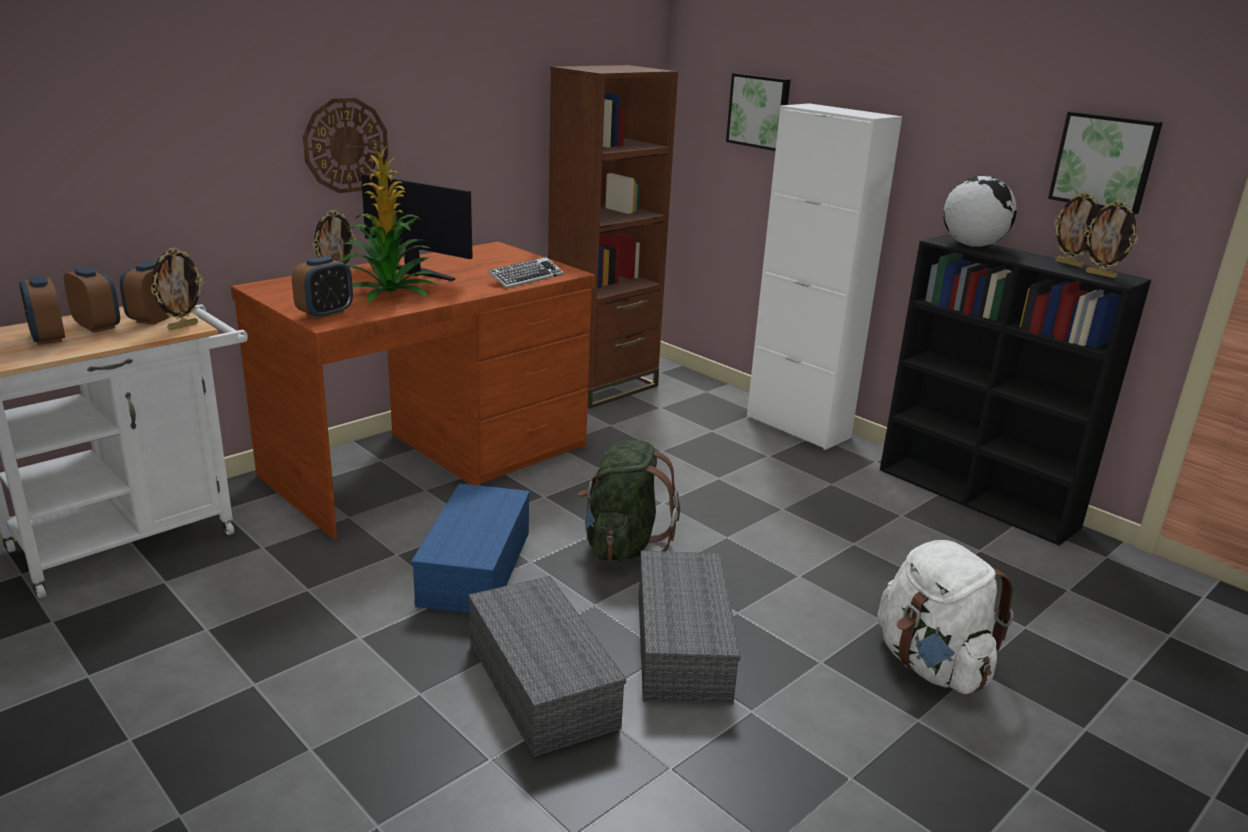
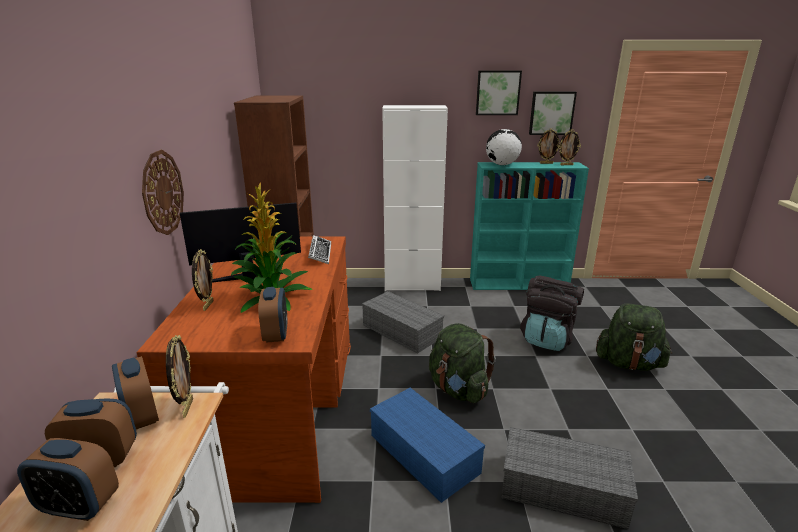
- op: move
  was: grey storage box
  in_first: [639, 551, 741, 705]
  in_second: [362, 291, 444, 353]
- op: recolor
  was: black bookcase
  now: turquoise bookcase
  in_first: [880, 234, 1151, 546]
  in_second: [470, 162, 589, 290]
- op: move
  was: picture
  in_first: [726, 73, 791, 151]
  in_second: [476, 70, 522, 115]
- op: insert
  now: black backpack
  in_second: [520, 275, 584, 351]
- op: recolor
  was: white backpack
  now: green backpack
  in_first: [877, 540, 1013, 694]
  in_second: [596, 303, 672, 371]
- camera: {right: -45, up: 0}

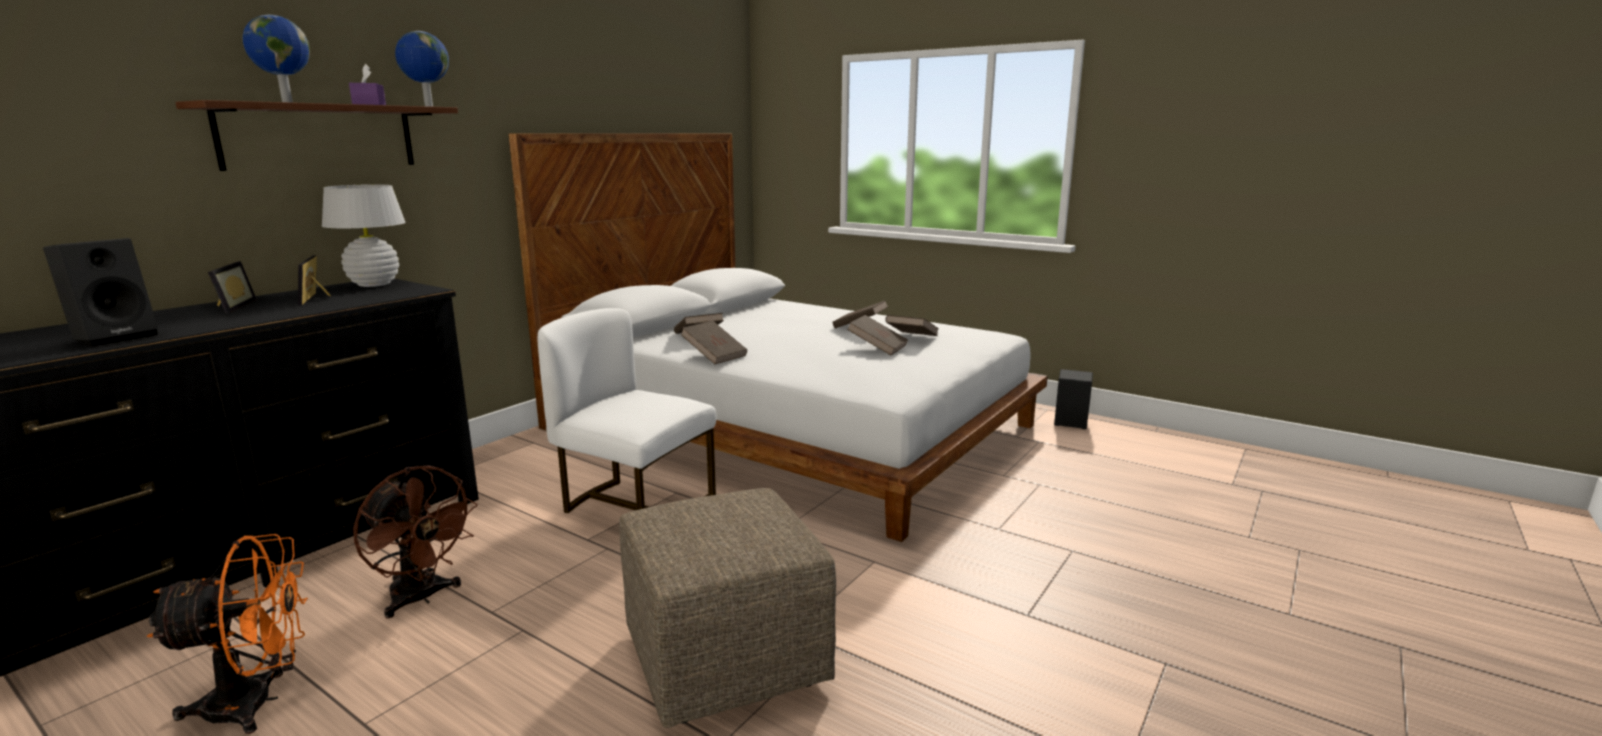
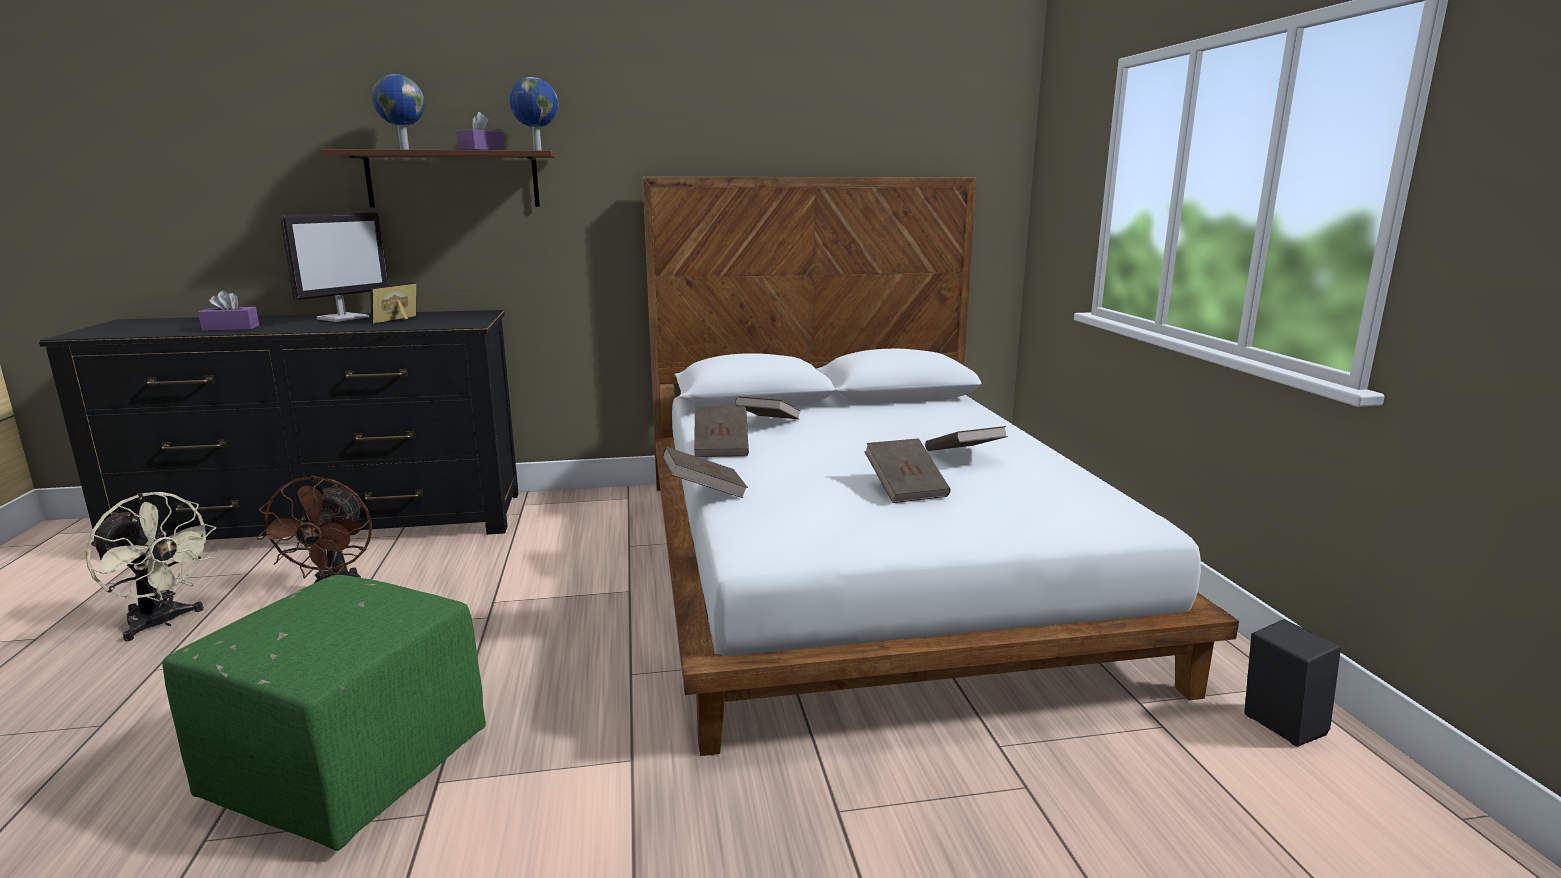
- op: recolor
  was: orange fan
  now: beige fan
  in_first: [147, 534, 308, 734]
  in_second: [86, 492, 216, 641]
- op: recolor
  was: beige ottoman
  now: green ottoman
  in_first: [619, 488, 836, 728]
  in_second: [162, 575, 486, 851]
- op: replace
  was: black speaker
  now: purple tissue box
  in_first: [43, 238, 158, 347]
  in_second: [198, 290, 259, 331]
- op: replace
  was: picture frame
  now: monitor
  in_first: [208, 261, 257, 314]
  in_second: [280, 212, 388, 322]
- op: move
  was: brown book
  in_first: [885, 315, 939, 336]
  in_second: [662, 447, 748, 498]
- op: delete
  was: white table lamp
  in_first: [322, 184, 406, 287]
- op: delete
  was: white chair
  in_first: [538, 308, 716, 513]
- camera: {right: 45, up: 0}

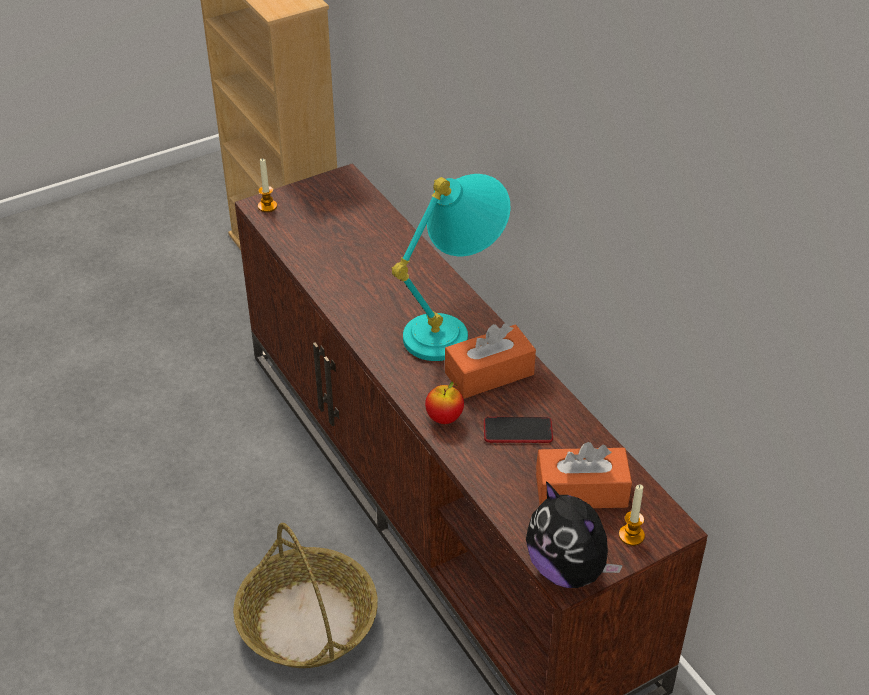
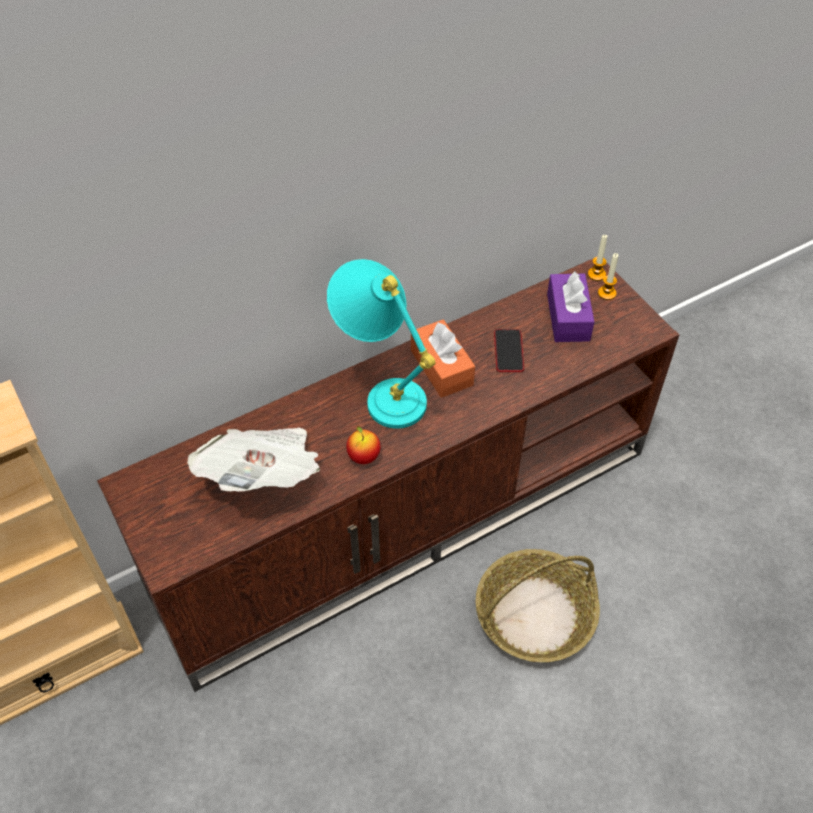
- op: insert
  now: newspaper
  in_second: [187, 428, 320, 492]
- op: move
  was: apple
  in_first: [425, 381, 464, 424]
  in_second: [346, 426, 381, 464]
- op: recolor
  was: orange tissue box
  now: purple tissue box
  in_first: [536, 442, 632, 508]
  in_second: [547, 271, 594, 342]
- op: move
  was: candle
  in_first: [258, 158, 277, 212]
  in_second: [588, 235, 607, 281]
- op: delete
  was: plush toy
  in_first: [526, 481, 623, 588]
- camera: {right: -90, up: 10}

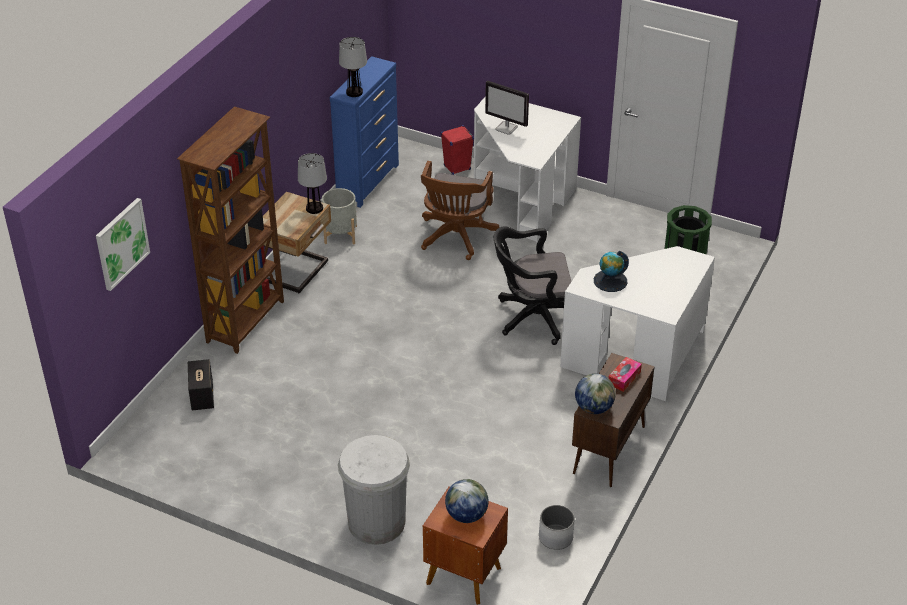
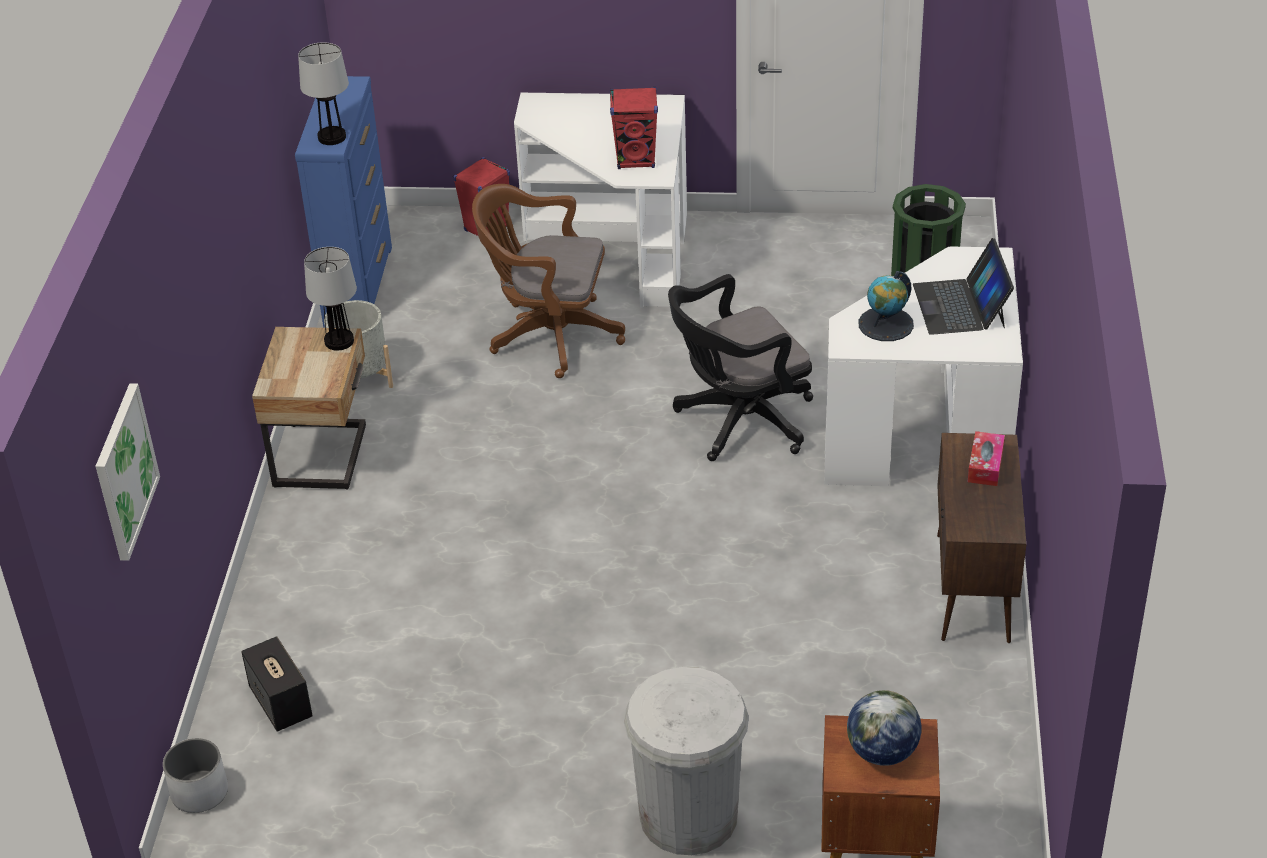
- op: move
  was: white planter
  in_first: [539, 505, 575, 550]
  in_second: [163, 738, 228, 813]
- op: rotate
  was: brown office chair
  in_first: [421, 161, 499, 260]
  in_second: [472, 184, 625, 378]
  clockwise: 105
- op: insert
  now: red speaker
  in_second: [610, 87, 658, 169]
- op: insert
  now: laptop
  in_second: [913, 238, 1014, 335]
- op: delete
  was: brown bookcase
  in_first: [177, 106, 284, 354]
- op: delete
  was: monitor
  in_first: [485, 80, 529, 135]
- op: delete
  was: globe
  in_first: [575, 374, 616, 414]
- camera: {right: -20, up: 0}

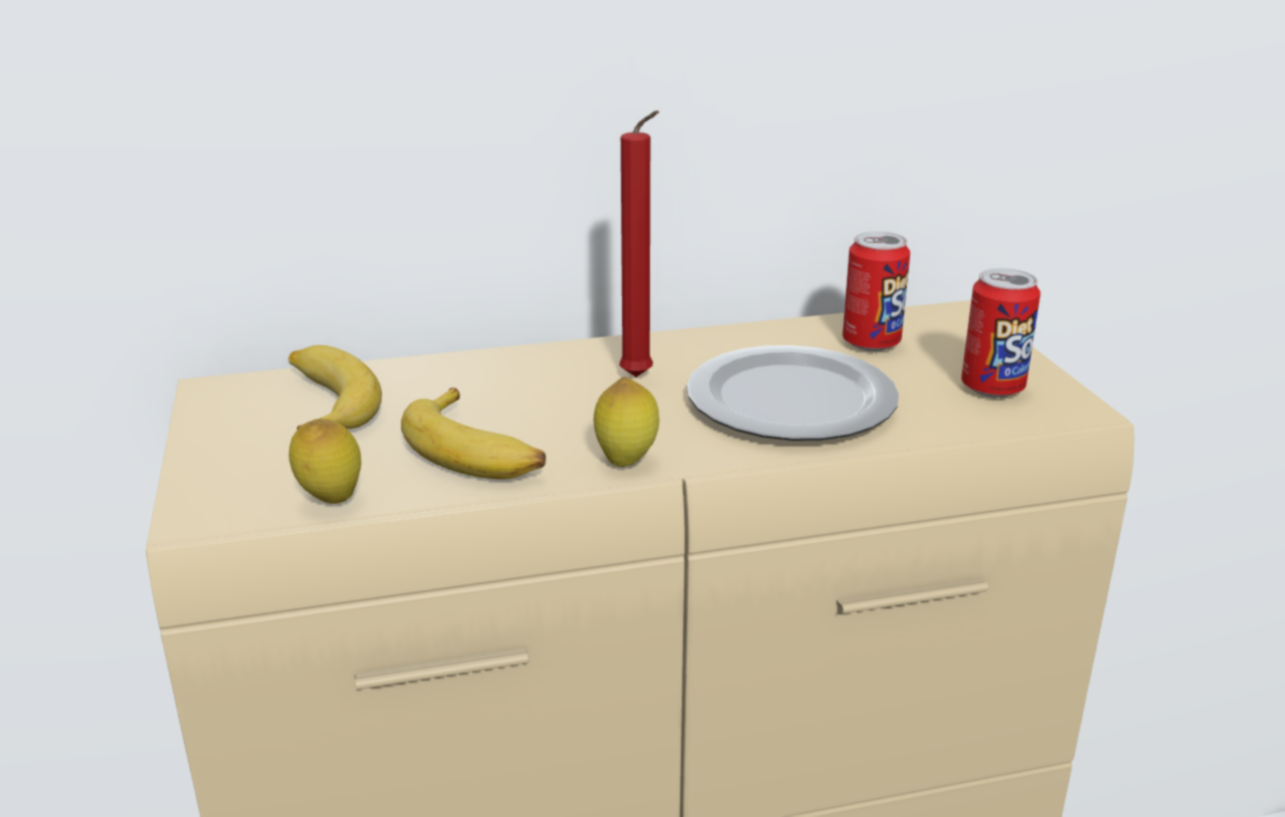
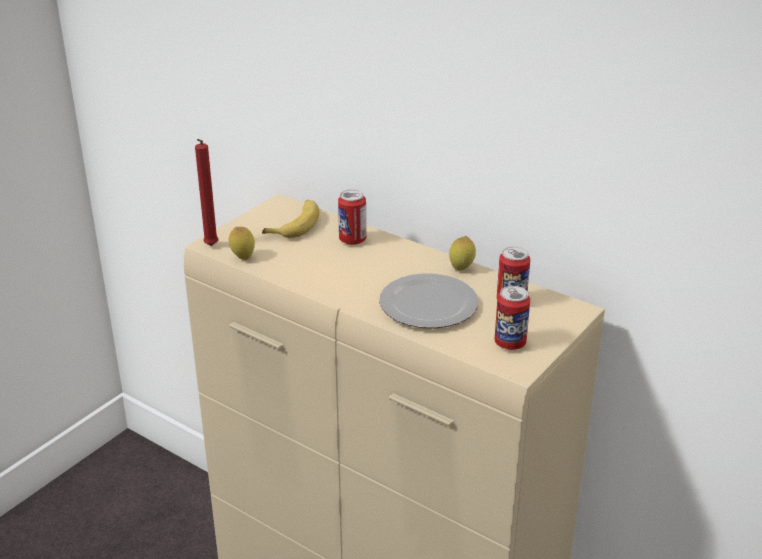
- op: move
  was: red candle
  in_first: [619, 110, 659, 377]
  in_second: [195, 139, 218, 246]
- op: insert
  now: can
  in_second: [338, 189, 366, 245]
- op: move
  was: lemon
  in_first: [594, 377, 659, 467]
  in_second: [449, 236, 476, 270]
- op: delete
  was: banana
  in_first: [401, 388, 546, 479]
- camera: {right: 50, up: 5}

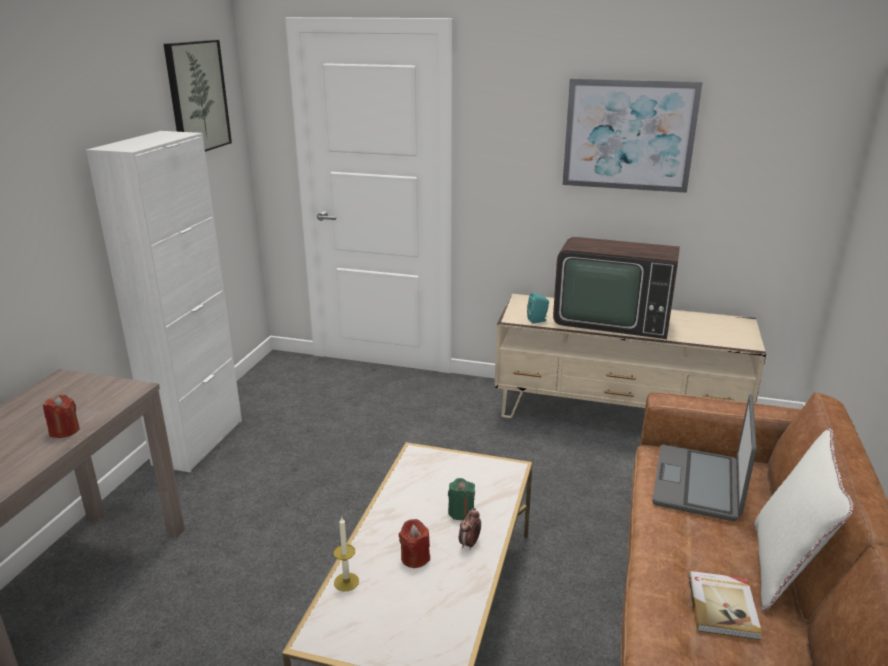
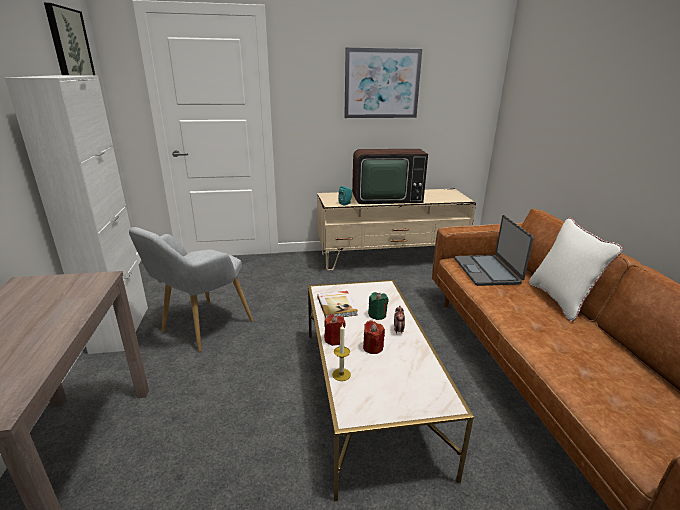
- op: insert
  now: grey armchair
  in_second: [129, 227, 253, 352]
- op: move
  was: book
  in_first: [688, 571, 762, 640]
  in_second: [317, 291, 358, 318]
- op: move
  was: red candle
  in_first: [43, 395, 80, 438]
  in_second: [324, 315, 345, 346]
- camera: {right: -25, up: 0}

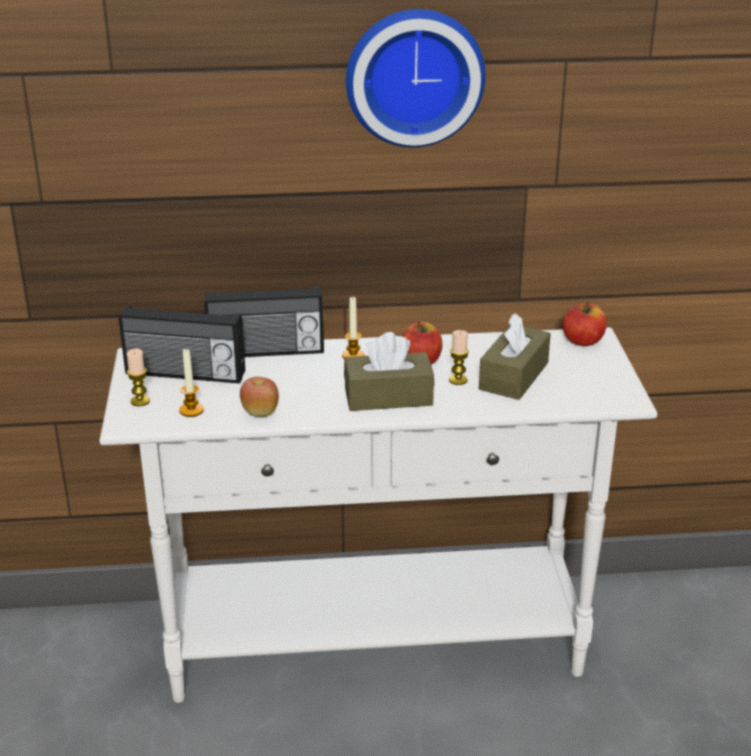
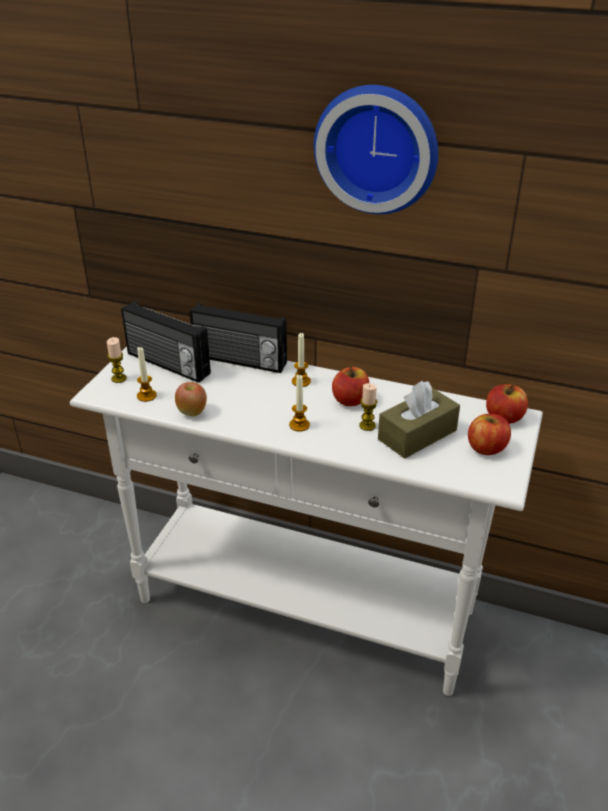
- op: replace
  was: brown tissue box
  now: candle
  in_first: [344, 332, 434, 411]
  in_second: [289, 374, 310, 432]
- op: insert
  now: apple
  in_second: [468, 414, 511, 455]
- camera: {right: 25, up: 5}

